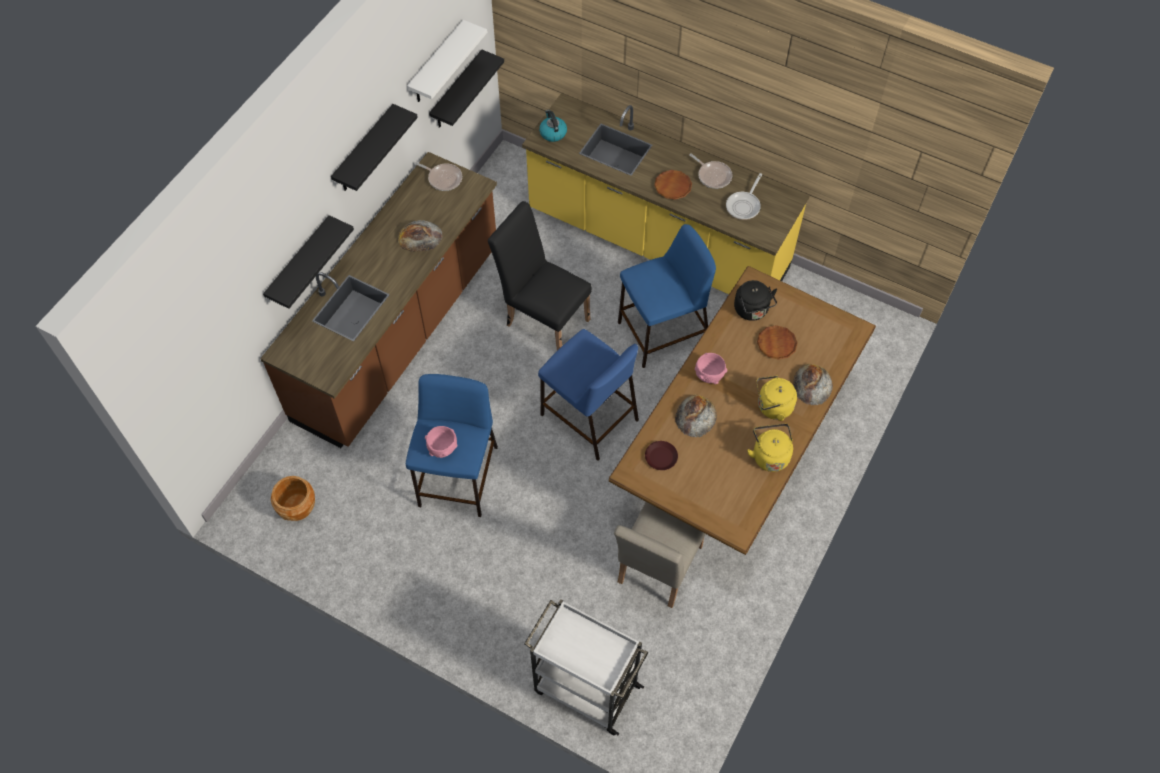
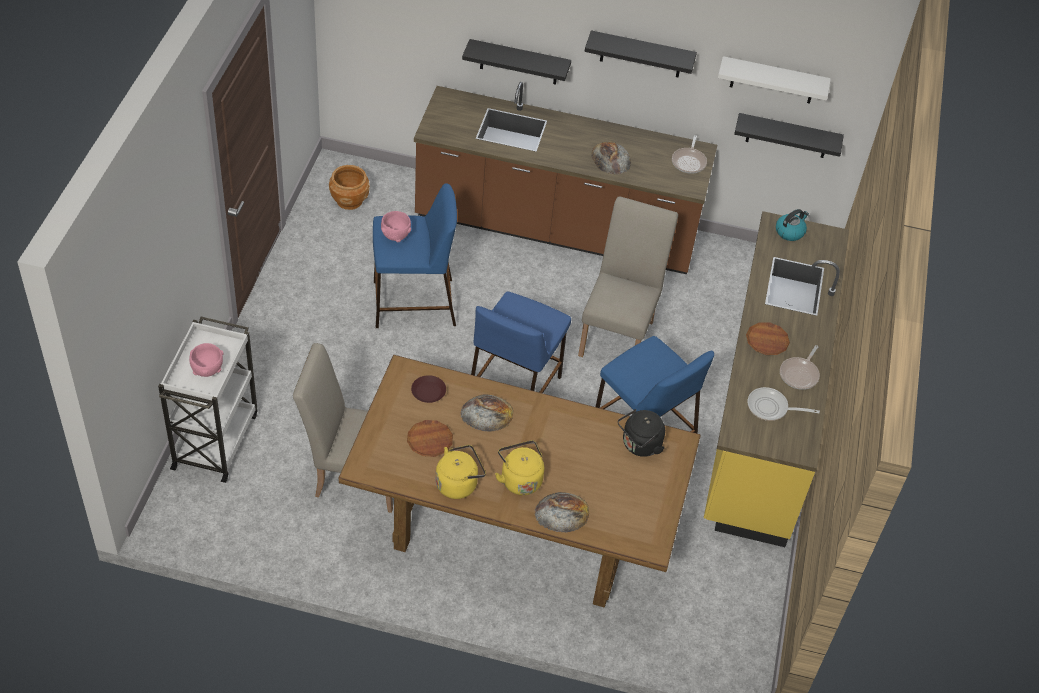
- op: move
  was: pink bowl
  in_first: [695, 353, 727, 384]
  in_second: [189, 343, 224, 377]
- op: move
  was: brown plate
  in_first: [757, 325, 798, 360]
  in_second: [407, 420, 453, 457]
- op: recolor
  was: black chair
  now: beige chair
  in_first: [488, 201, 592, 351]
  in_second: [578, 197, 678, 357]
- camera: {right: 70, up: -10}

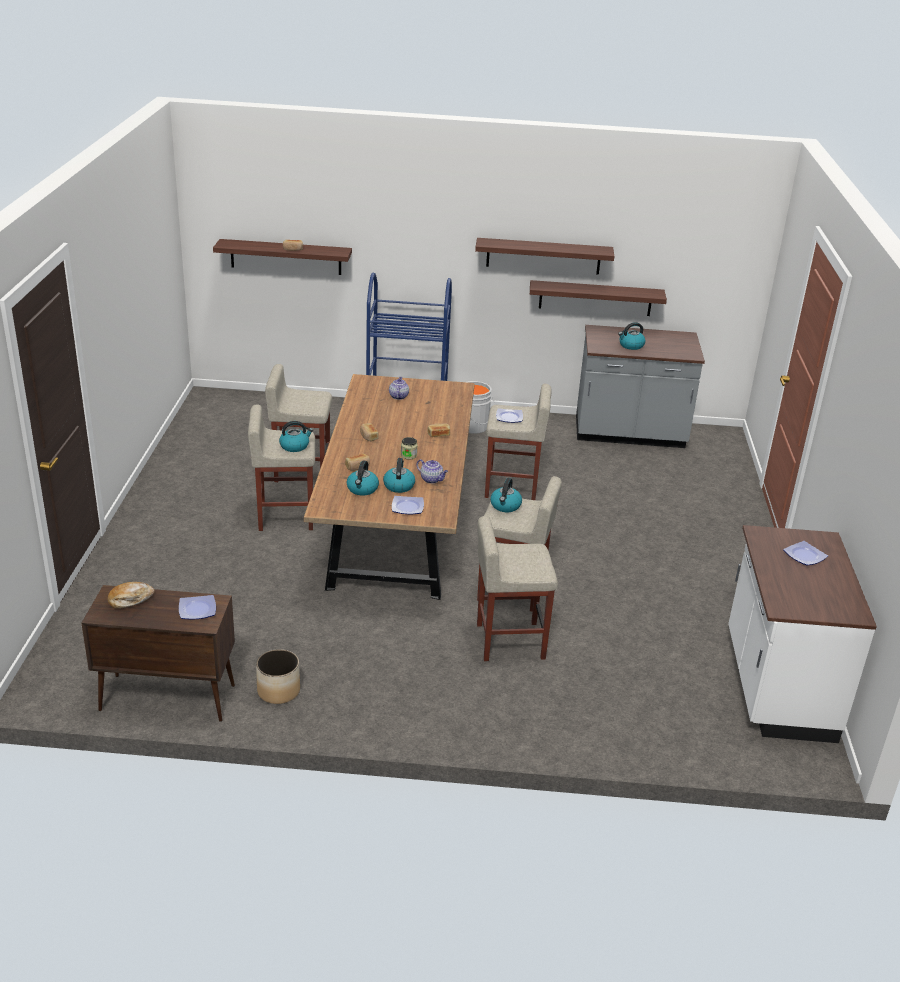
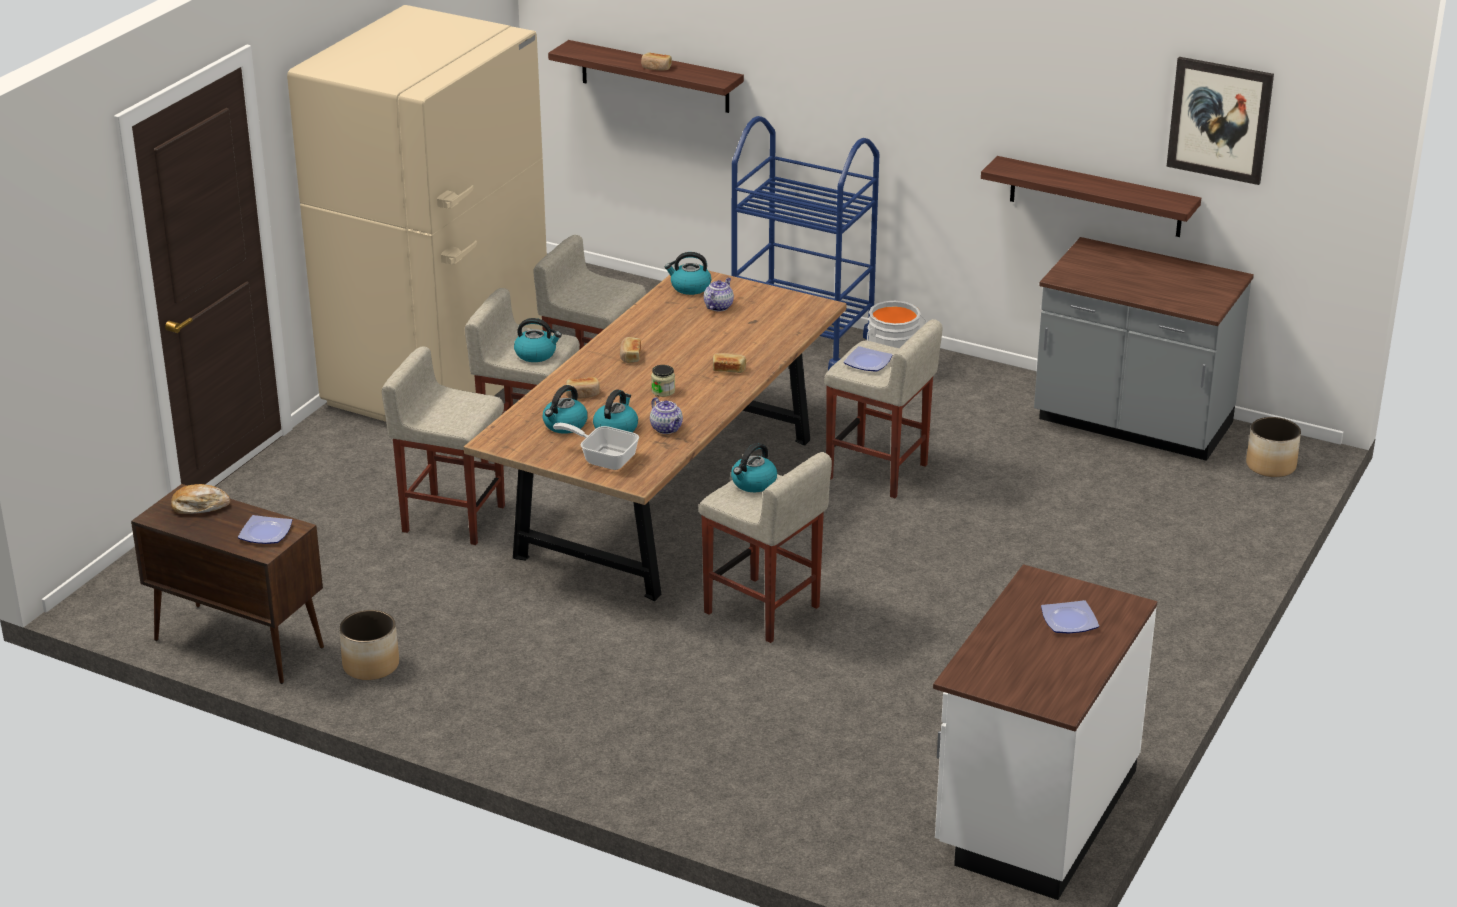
- op: insert
  now: beige fridge
  in_second: [287, 5, 547, 422]
- op: move
  was: beige stool
  in_first: [477, 516, 558, 661]
  in_second: [382, 346, 505, 545]
- op: replace
  was: plate
  now: frying pan
  in_first: [392, 496, 424, 514]
  in_second: [553, 423, 639, 470]
- op: move
  was: kettle
  in_first: [618, 322, 646, 350]
  in_second: [664, 252, 711, 295]
- op: insert
  now: picture
  in_second: [1166, 57, 1274, 185]
- op: insert
  now: planter
  in_second: [1246, 417, 1301, 477]
- op: delete
  was: shelf
  in_first: [475, 238, 614, 275]
- camera: {right: 25, up: 0}

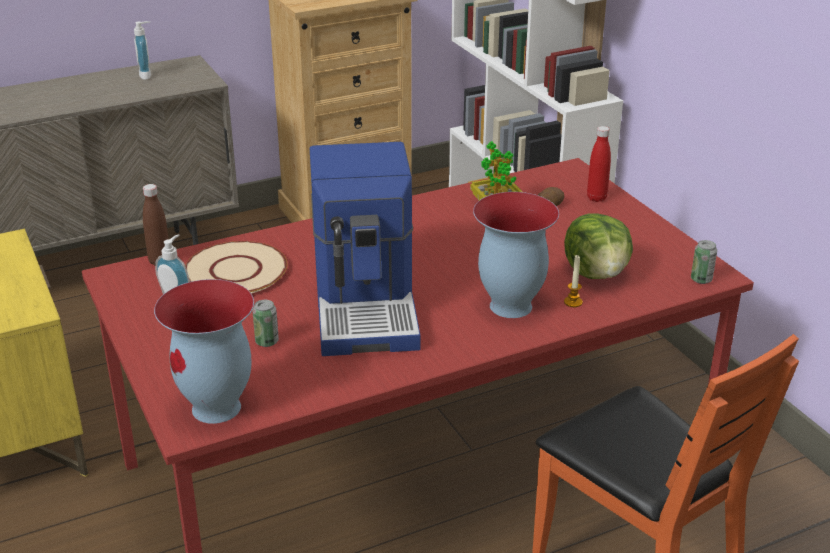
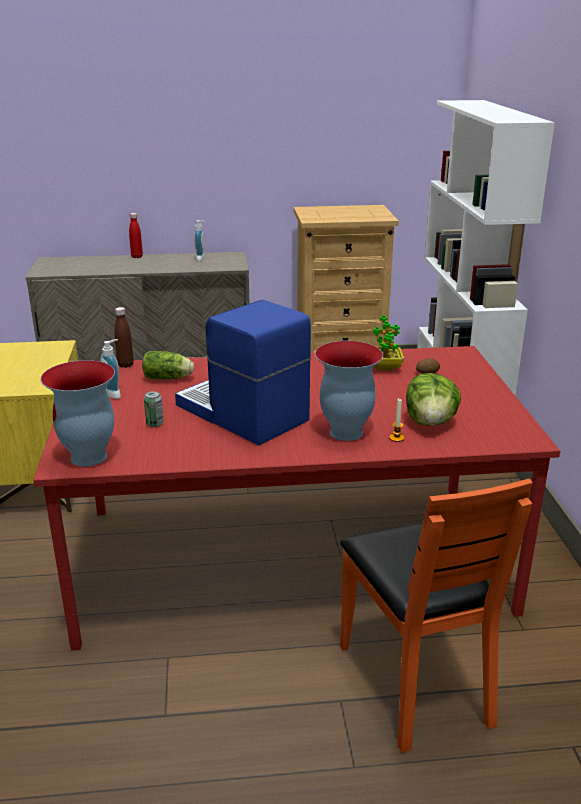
- op: move
  was: red bottle
  in_first: [587, 126, 611, 202]
  in_second: [129, 213, 143, 258]
- op: replace
  was: beige plate
  now: lettuce
  in_first: [185, 241, 287, 294]
  in_second: [142, 351, 194, 379]
- op: rotate
  was: coffee machine
  in_first: [310, 142, 421, 356]
  in_second: [175, 300, 311, 445]
  clockwise: 120
- op: delete
  was: can
  in_first: [691, 240, 717, 284]
- camera: {right: 20, up: -5}

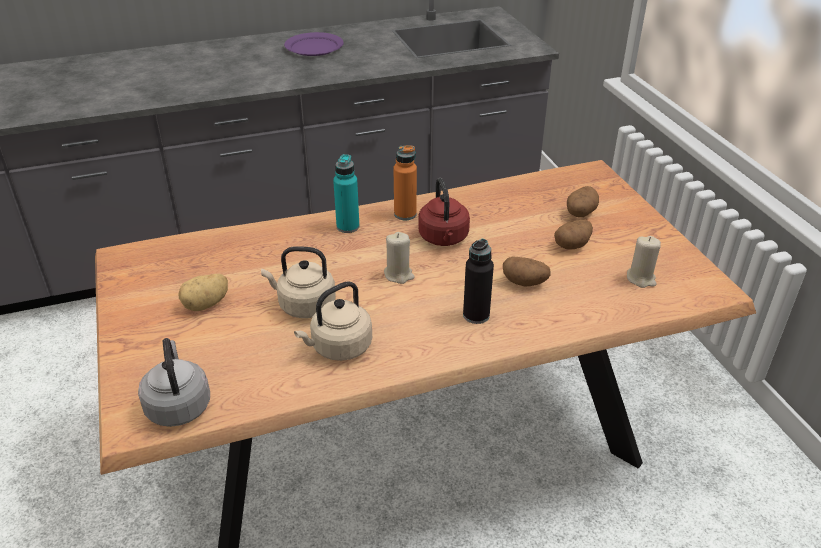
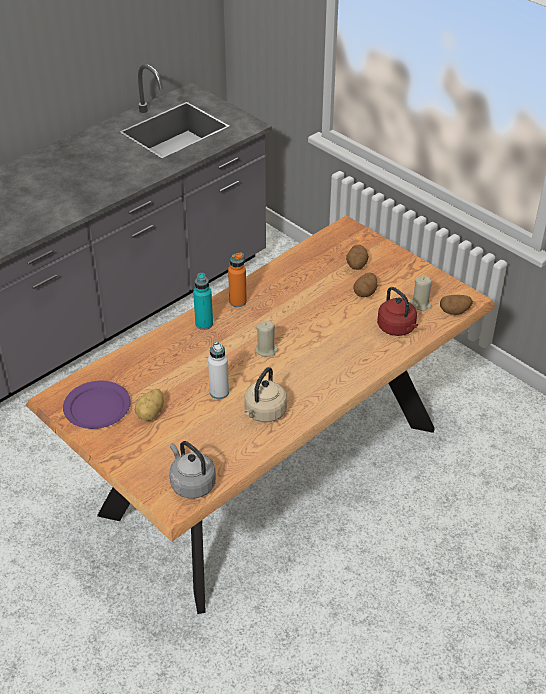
- op: move
  was: purple plate
  in_first: [284, 32, 344, 56]
  in_second: [63, 381, 131, 429]
- op: replace
  was: beige kettle
  now: white bottle
  in_first: [261, 246, 336, 318]
  in_second: [208, 342, 229, 399]
- op: move
  was: red kettle
  in_first: [418, 178, 470, 246]
  in_second: [377, 287, 418, 336]
- op: move
  was: potato
  in_first: [503, 257, 550, 286]
  in_second: [440, 295, 473, 315]
- op: delete
  was: black bottle
  in_first: [463, 239, 494, 324]
- camera: {right: -25, up: 5}

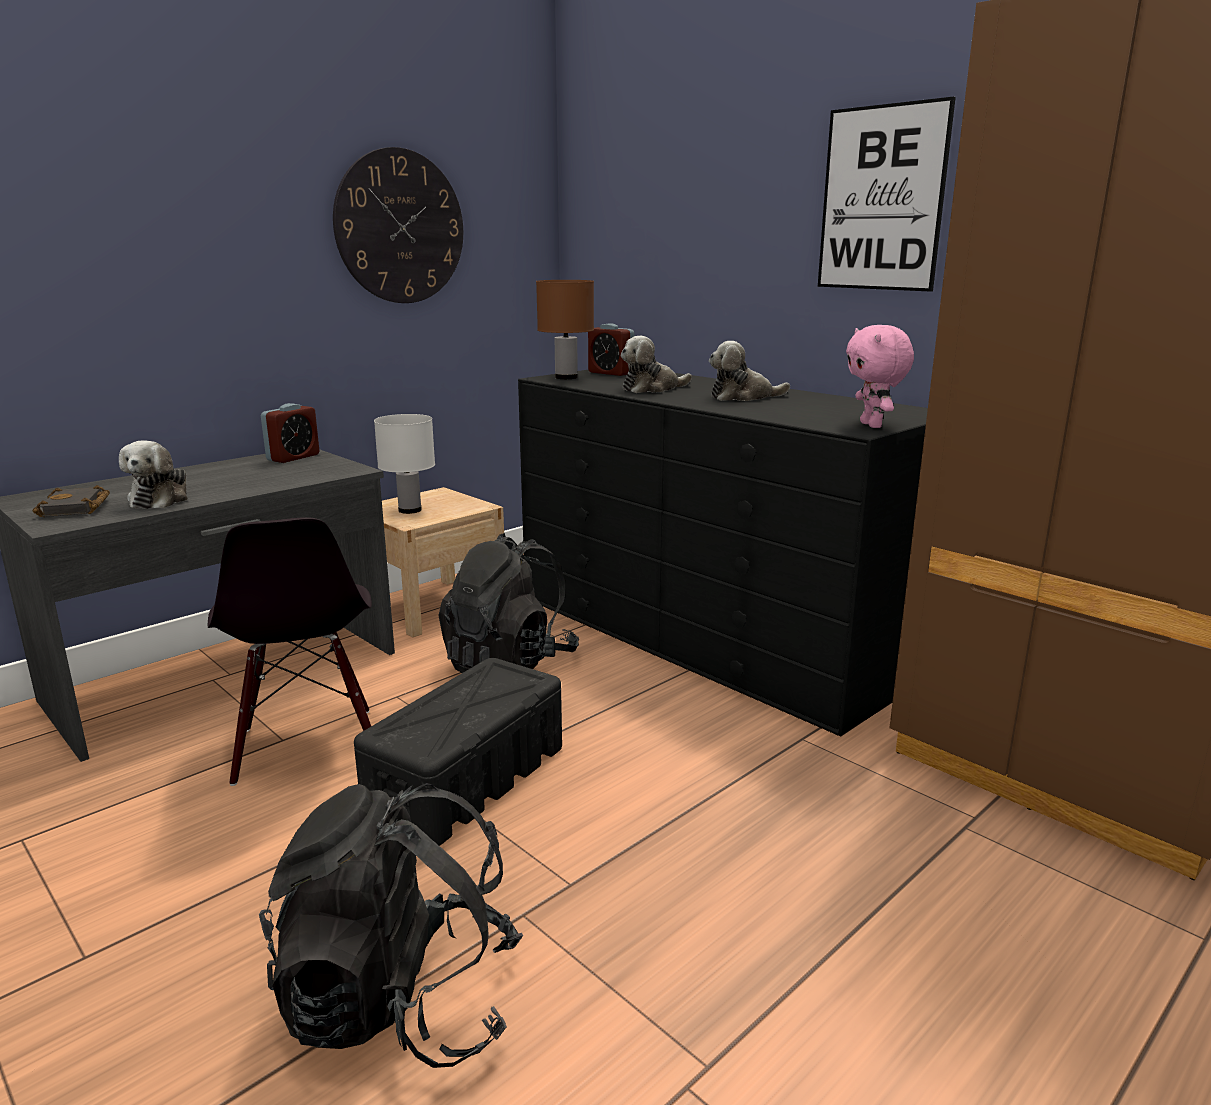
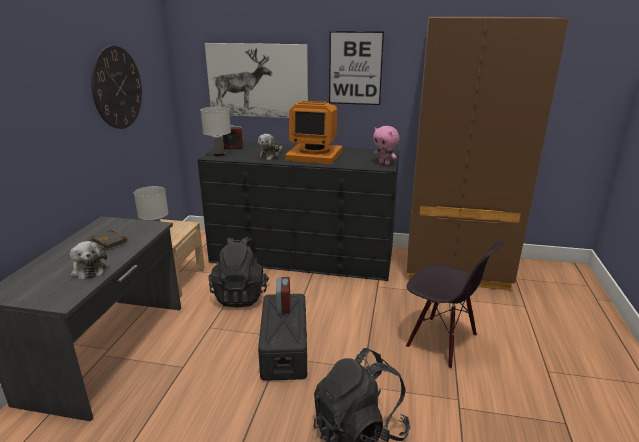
- op: move
  was: black book
  in_first: [33, 485, 110, 517]
  in_second: [89, 230, 128, 250]
- op: recolor
  was: brown table lamp
  now: white table lamp
  in_first: [536, 280, 594, 379]
  in_second: [201, 107, 231, 156]
- op: insert
  now: picture
  in_second: [205, 43, 308, 118]
- op: move
  was: alarm clock
  in_first: [261, 403, 319, 463]
  in_second: [276, 277, 290, 314]
- op: replace
  was: plush toy
  now: monitor
  in_first: [709, 341, 790, 401]
  in_second: [285, 101, 342, 164]
- op: move
  was: black chair
  in_first: [208, 517, 372, 786]
  in_second: [406, 241, 503, 369]
- camera: {right: -35, up: 5}

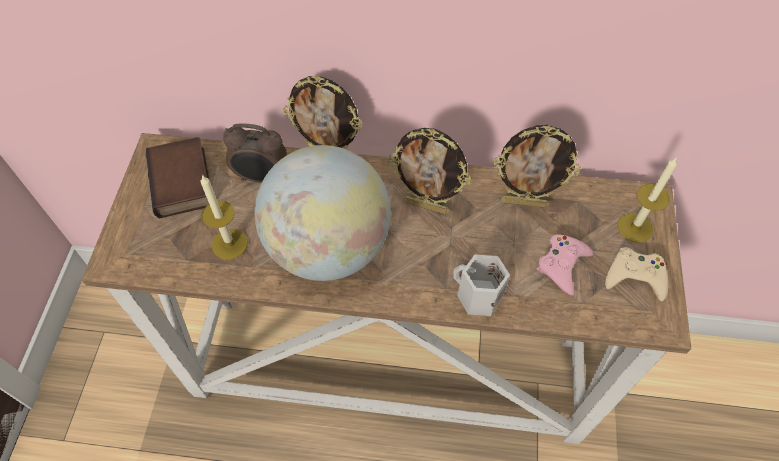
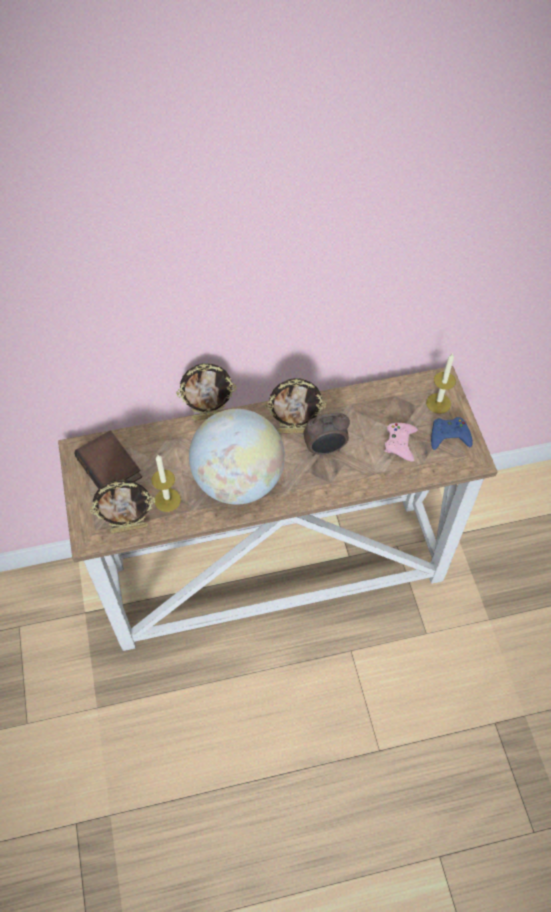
- op: move
  was: picture frame
  in_first: [494, 125, 581, 208]
  in_second: [90, 479, 155, 533]
- op: move
  was: alarm clock
  in_first: [223, 123, 287, 183]
  in_second: [303, 413, 350, 456]
- op: recolor
  was: beige game controller
  now: blue game controller
  in_first: [605, 247, 668, 301]
  in_second: [431, 417, 473, 450]
- op: delete
  was: white mug
  in_first: [454, 254, 510, 316]
- camera: {right: -20, up: 0}

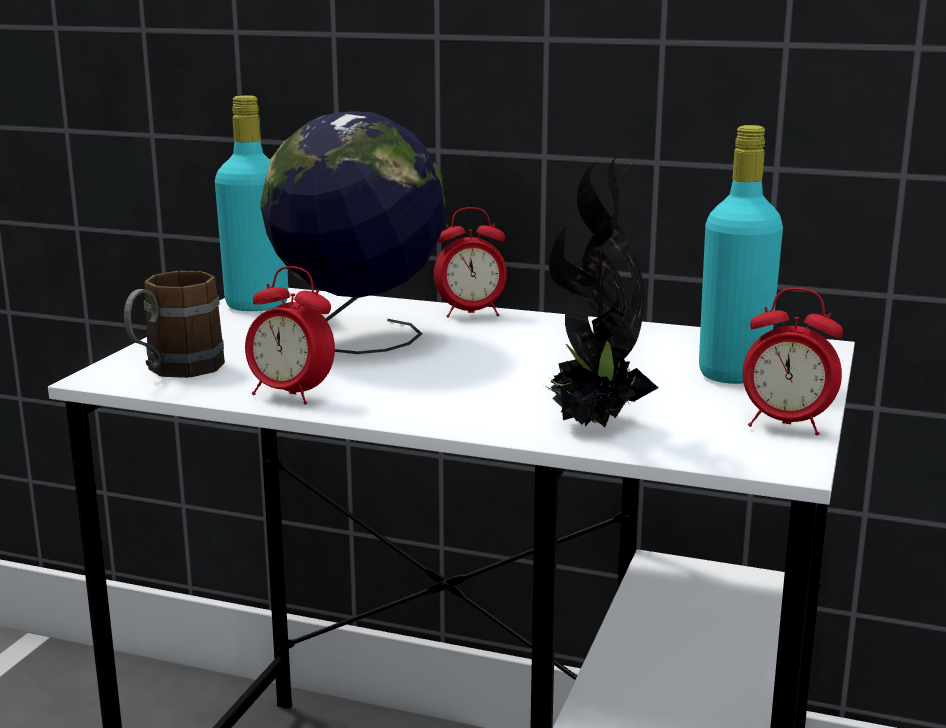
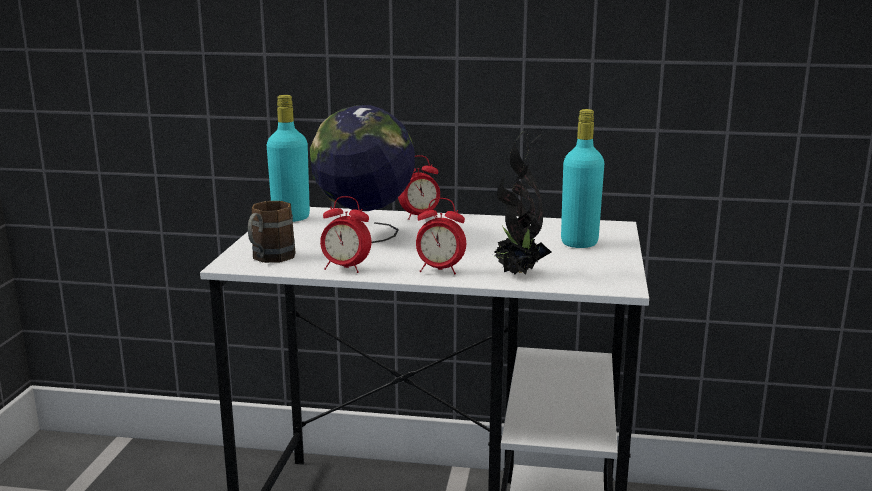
- op: move
  was: alarm clock
  in_first: [743, 288, 843, 436]
  in_second: [416, 198, 466, 275]
- camera: {right: -10, up: 0}

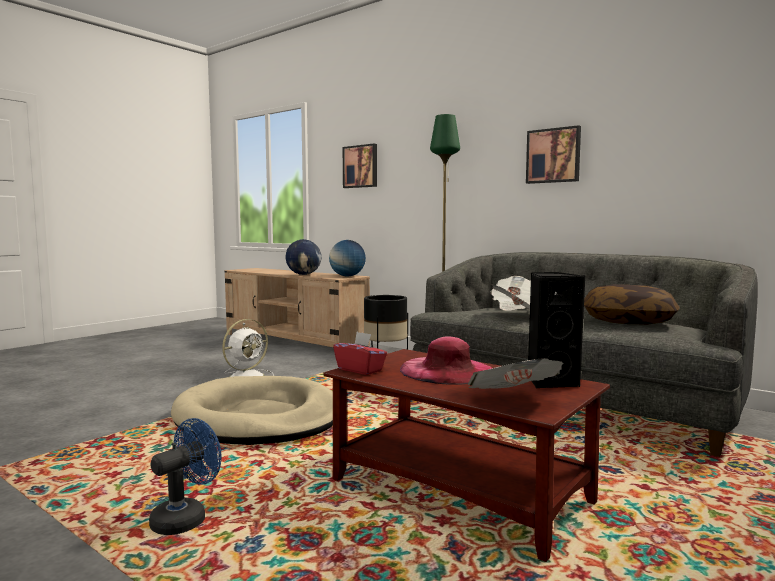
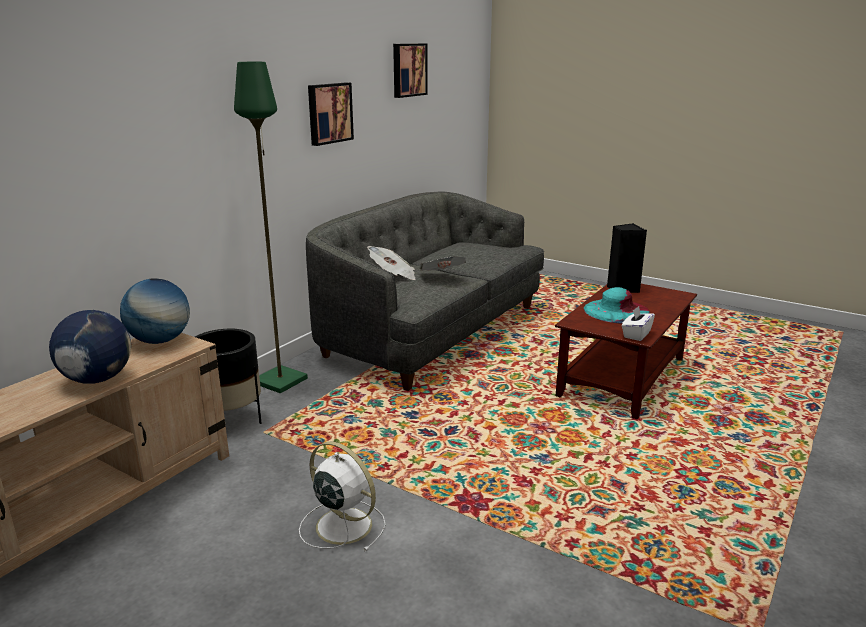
- op: move
  was: picture
  in_first: [343, 143, 377, 188]
  in_second: [393, 43, 428, 98]
- op: recolor
  was: pink hat
  now: turquoise hat
  in_first: [400, 336, 492, 385]
  in_second: [584, 287, 650, 324]
- op: recolor
  was: red tissue box
  now: white tissue box
  in_first: [333, 332, 387, 375]
  in_second: [622, 306, 655, 341]
- op: delete
  was: blue fan
  in_first: [149, 418, 222, 535]
- op: delete
  was: beige dog bed
  in_first: [171, 376, 333, 445]
- op: delete
  was: newspaper
  in_first: [468, 358, 564, 389]
- op: delete
  was: pillow
  in_first: [584, 284, 680, 325]
- camera: {right: -95, up: 15}

